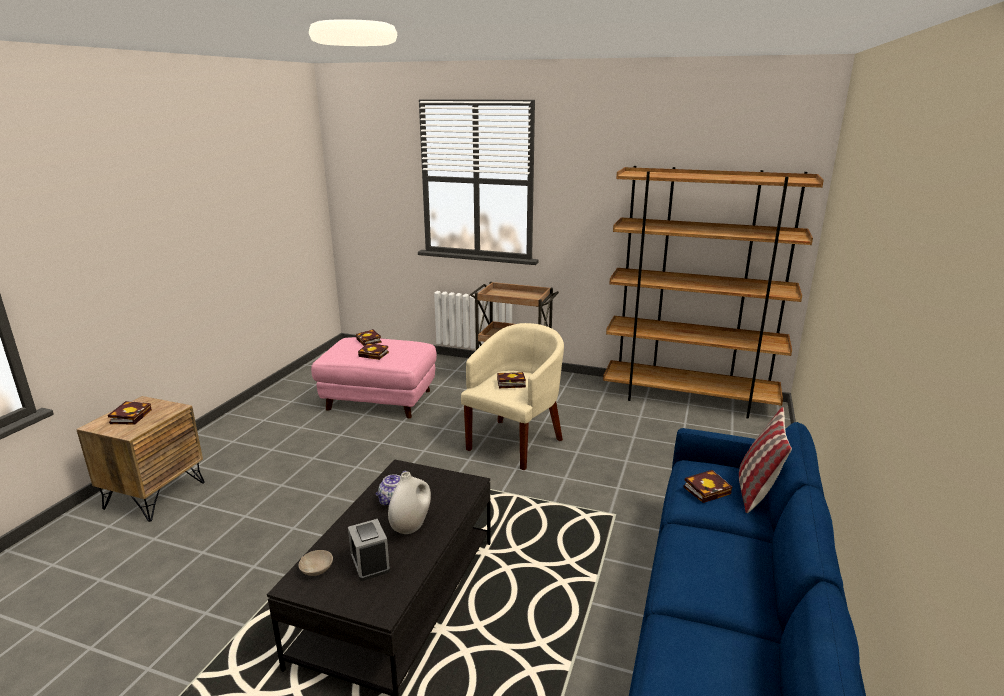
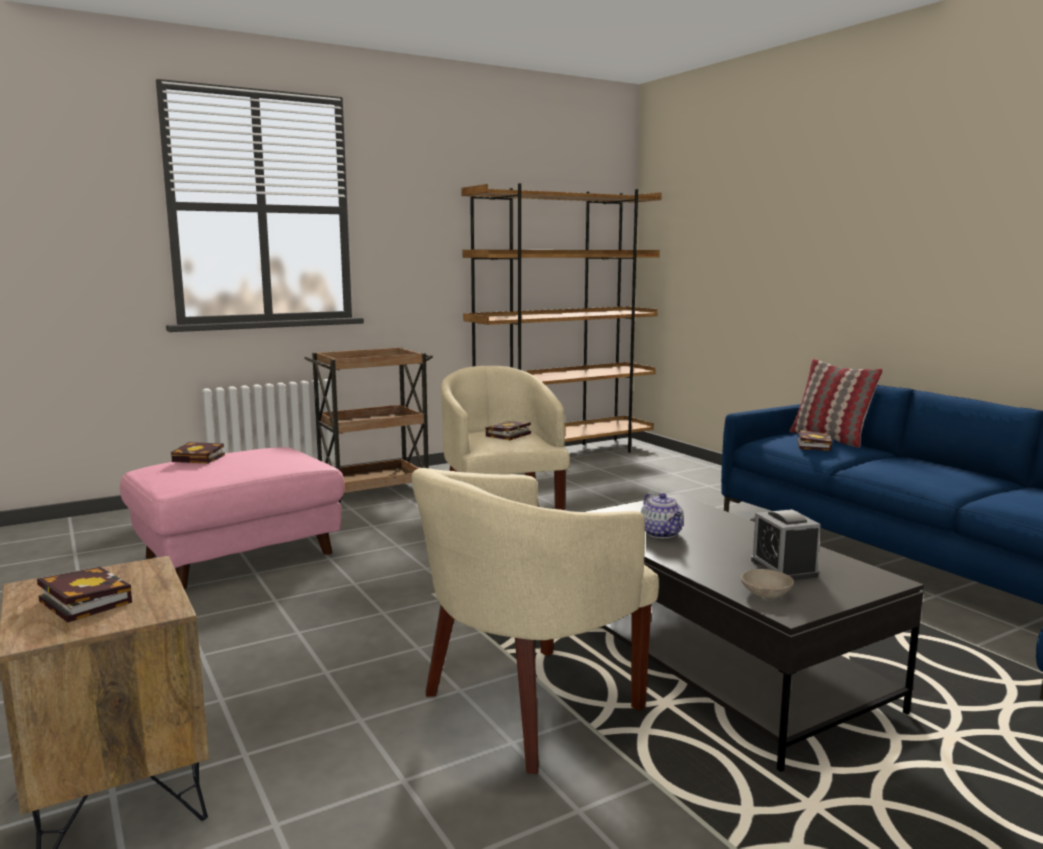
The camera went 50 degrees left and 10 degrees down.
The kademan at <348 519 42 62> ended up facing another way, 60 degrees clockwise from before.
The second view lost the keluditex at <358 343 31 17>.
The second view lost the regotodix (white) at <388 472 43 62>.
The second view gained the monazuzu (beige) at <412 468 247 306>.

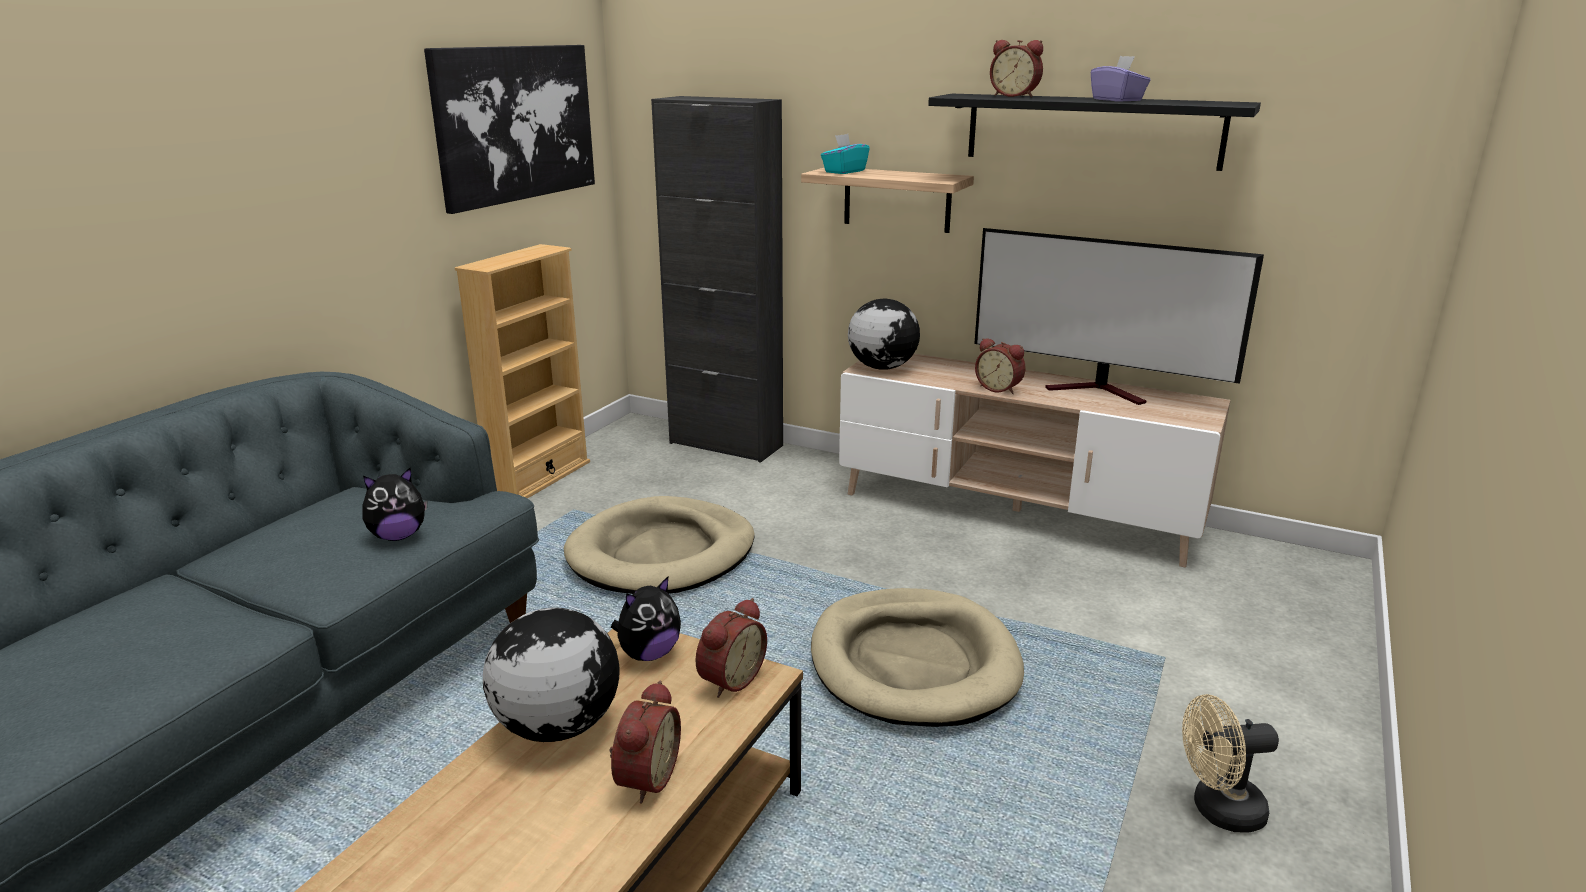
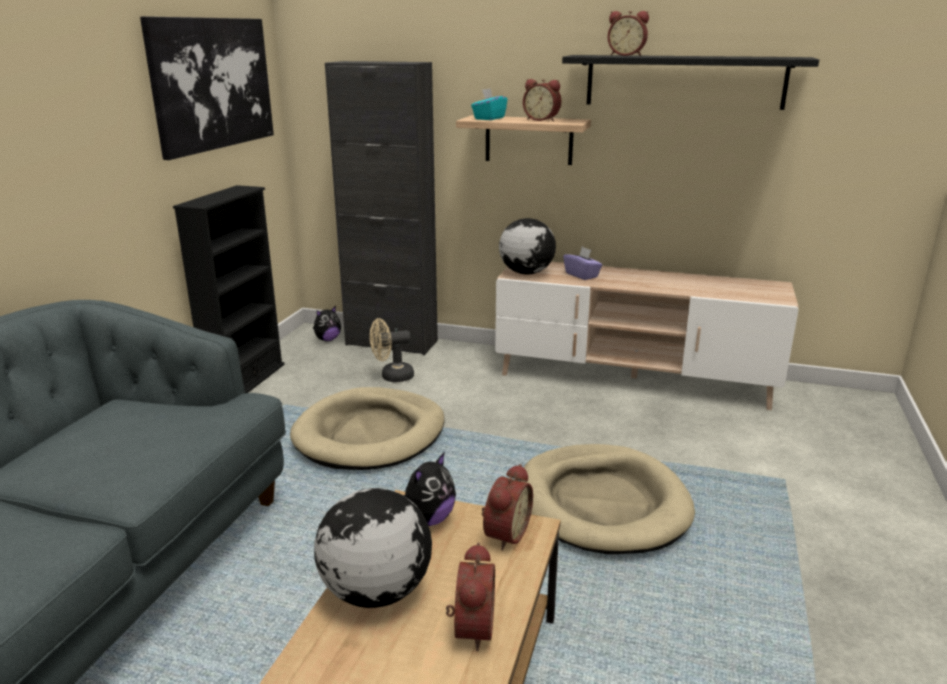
The camera went 10 degrees left and 0 degrees up.
The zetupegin ended up elsewhere, having gone from <362 468 66 73> to <313 306 28 35>.
What was the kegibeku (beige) at <455 244 135 254> turned into the kegibeku (black) at <173 185 112 208>.
The second view lost the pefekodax at <974 228 290 177>.
The kademan ended up elsewhere, having gone from <975 338 51 56> to <523 79 38 42>.
The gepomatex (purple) ended up elsewhere, having gone from <1091 56 60 46> to <563 247 39 33>.
The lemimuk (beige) ended up elsewhere, having gone from <1182 694 97 139> to <370 318 44 64>.

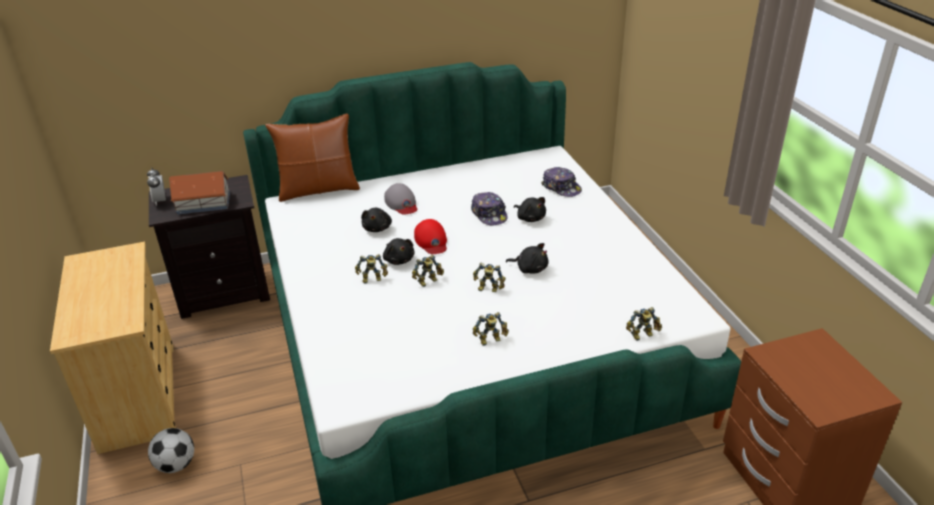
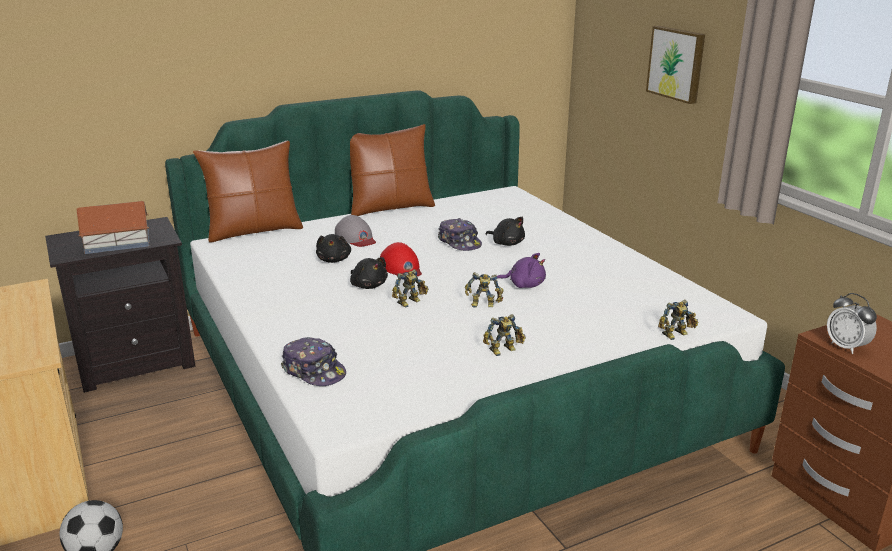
The camera went 10 degrees left and 10 degrees down.
The kademan ended up elsewhere, having gone from <147 167 19 39> to <827 293 50 61>.
The second view lost the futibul at <355 254 33 30>.
What was the zetupegin (black) at <506 243 43 31> turned into the zetupegin (purple) at <497 253 49 35>.
The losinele ended up elsewhere, having gone from <541 167 41 30> to <281 337 65 49>.
The second view gained the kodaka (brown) at <350 124 85 92>.
The second view gained the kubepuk at <646 26 59 78>.

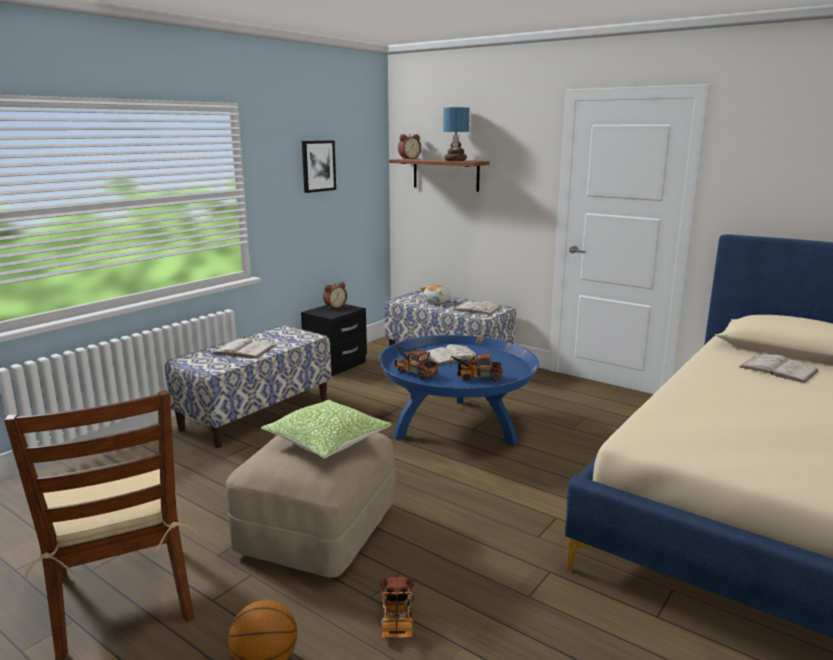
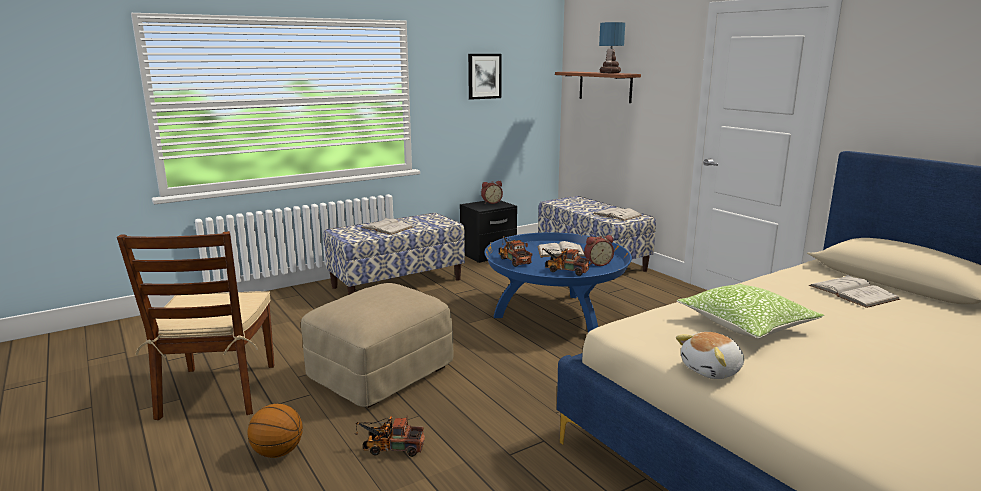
The camera went 20 degrees right and 0 degrees up.
The kodaka ended up elsewhere, having gone from <261 400 131 59> to <677 284 147 55>.
The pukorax at <380 577 34 61> ended up facing another way, 75 degrees clockwise from before.
The kademan ended up elsewhere, having gone from <398 134 23 25> to <584 235 30 31>.
The zetupegin ended up elsewhere, having gone from <420 284 30 20> to <676 332 68 47>.

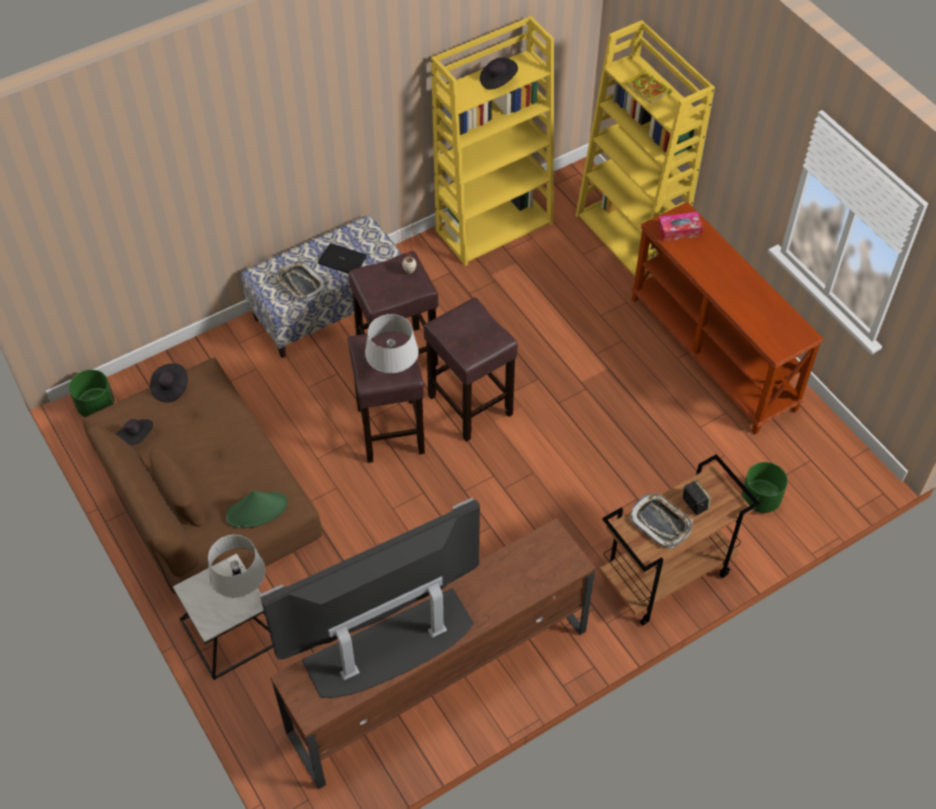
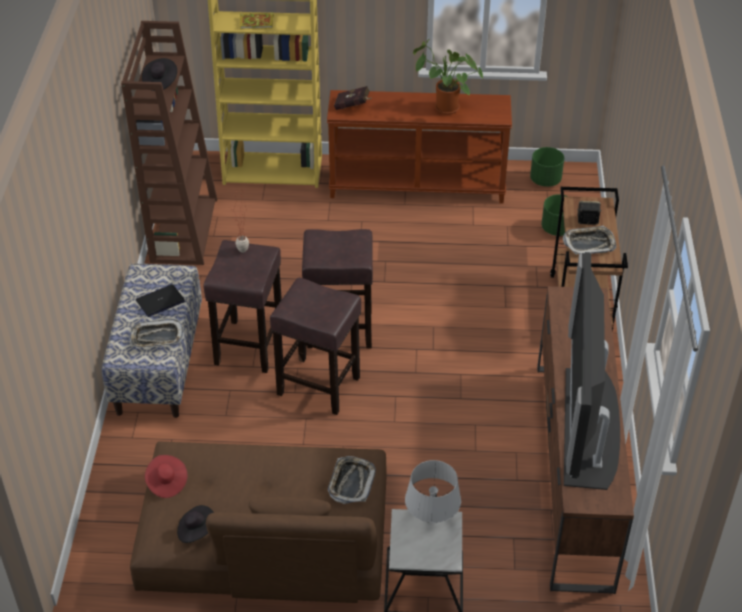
The camera went 55 degrees left and 10 degrees down.
The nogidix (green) ended up elsewhere, having gone from <69 370 45 47> to <530 147 34 40>.
What was the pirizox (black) at <150 363 38 40> turned into the pirizox (red) at <145 455 42 43>.
Where the pirizox (green) stood at <226 491 62 37>, the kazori came to stand at <328 456 48 48>.
The second view lost the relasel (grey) at <365 314 53 59>.
What was the kegibeku (yellow) at <431 16 123 250> turned into the kegibeku (brown) at <121 21 96 244>.
Where the gepomatex stood at <657 212 46 30>, the keluditex (red) came to stand at <334 86 37 24>.
The second view gained the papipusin at <413 39 70 76>.

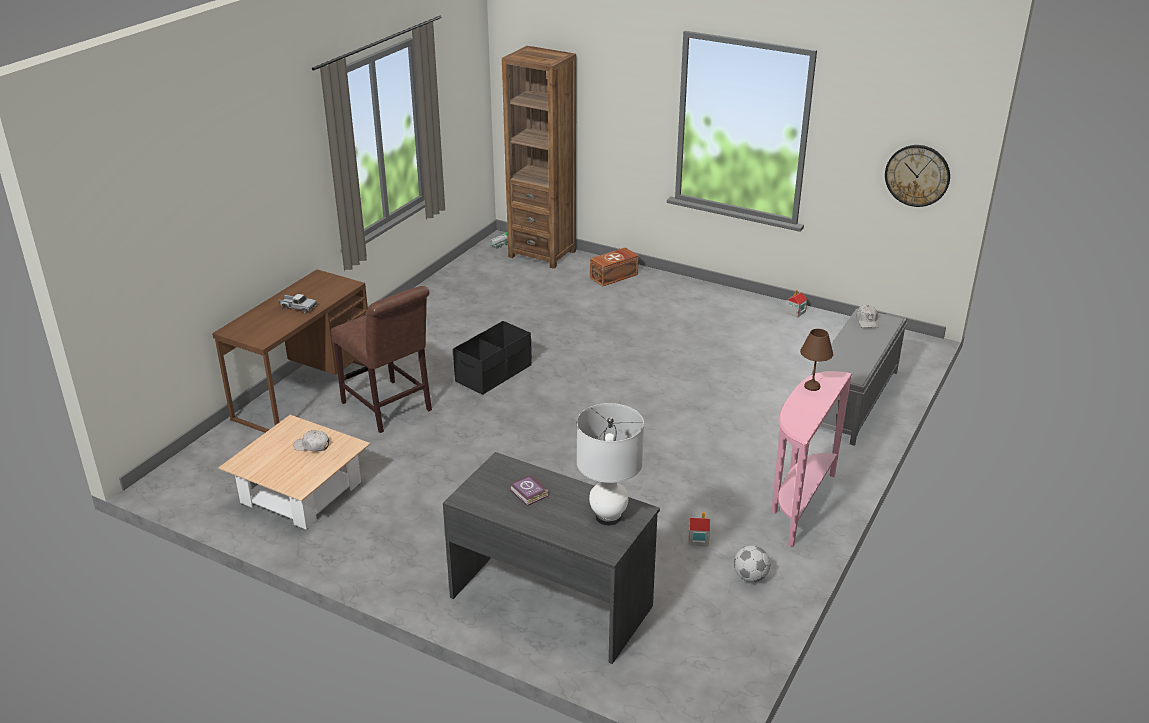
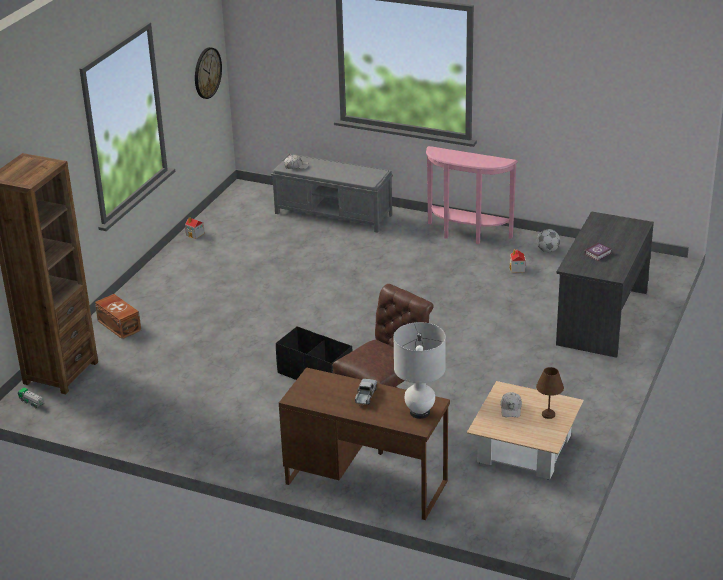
The camera went 95 degrees left and 0 degrees up.
The relasel (white) ended up elsewhere, having gone from <577 403 67 122> to <393 322 53 97>.
The relasel (brown) ended up elsewhere, having gone from <800 329 33 62> to <536 367 28 52>.

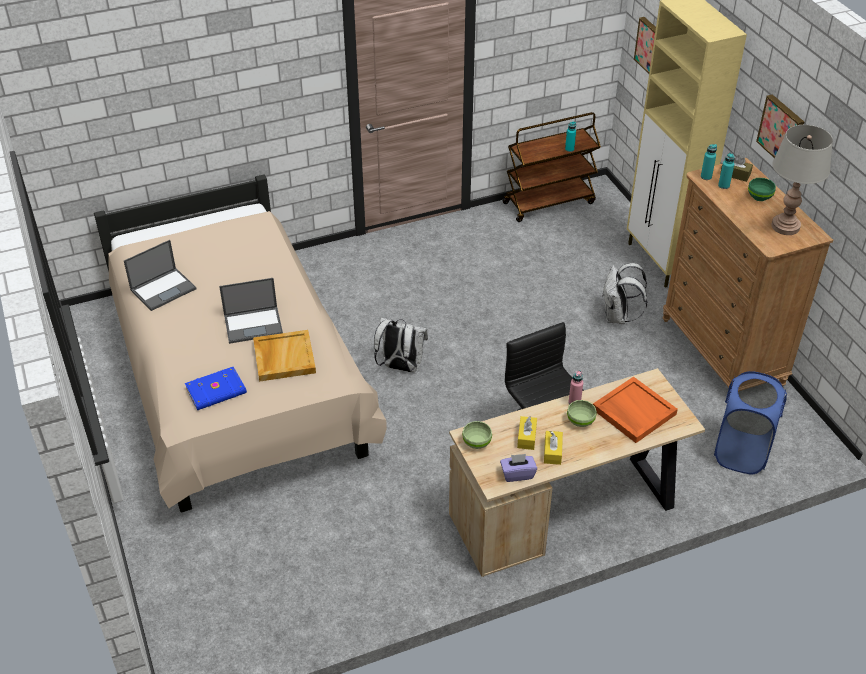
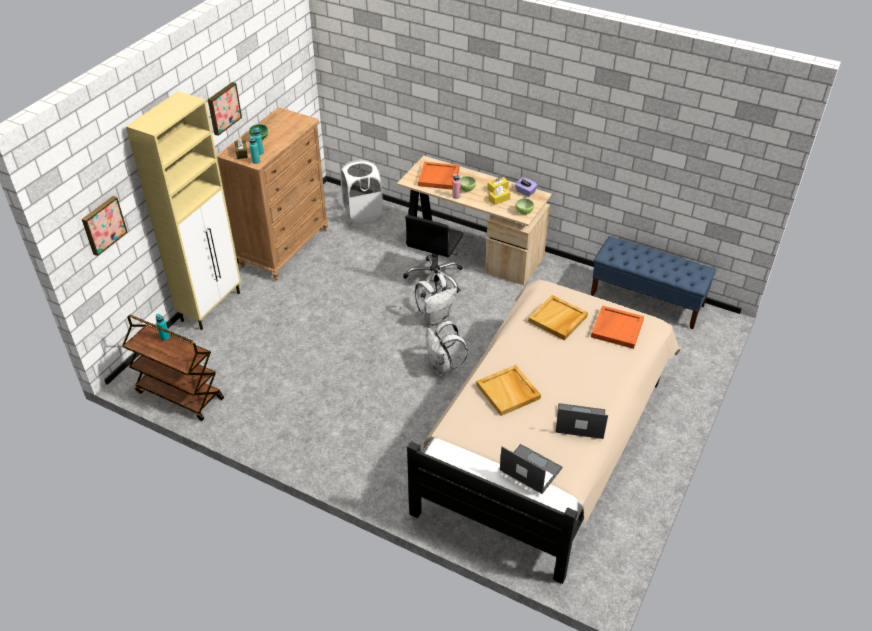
The camera went 130 degrees left and 0 degrees up.
Where the keluditex (blue) stood at <185 367 62 43>, the kazori (orange) came to stand at <591 305 53 44>.
The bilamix ended up elsewhere, having gone from <219 278 64 66> to <500 444 63 50>.
The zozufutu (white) ended up elsewhere, having gone from <603 263 44 61> to <415 273 42 53>.
What was the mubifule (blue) at <714 371 73 103> turned into the mubifule (white) at <340 160 43 64>.
The second view lost the relasel (grey) at <772 125 61 110>.
The second view gained the kazori (beige) at <477 365 64 51>.
The second view gained the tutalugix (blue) at <591 236 125 93>.

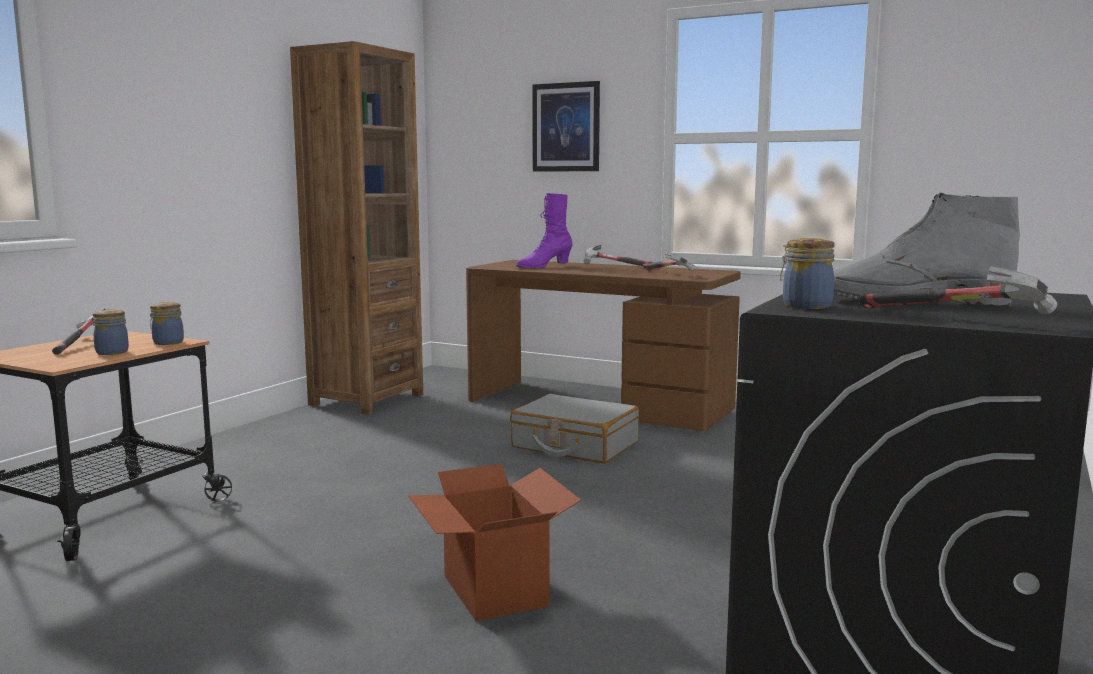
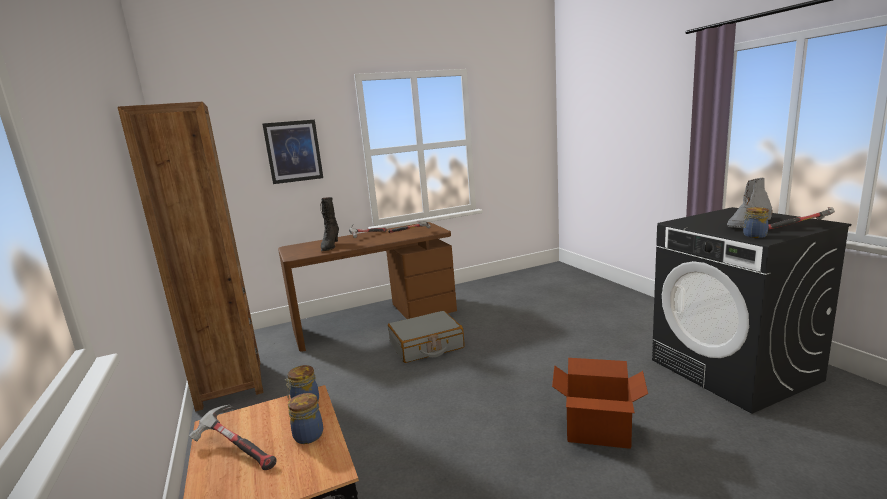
The camera went 50 degrees left and 5 degrees up.
What was the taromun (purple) at <516 193 57 75> turned into the taromun (black) at <320 197 19 54>.

